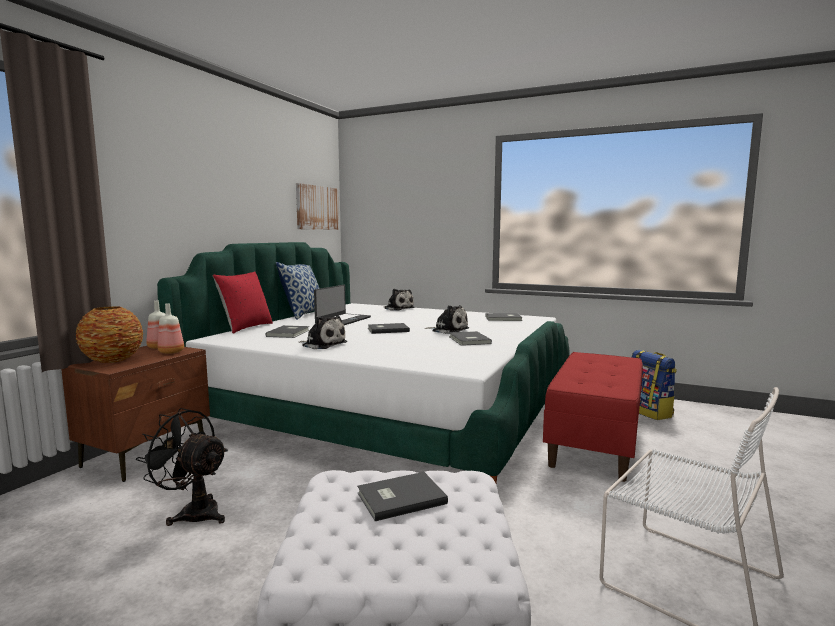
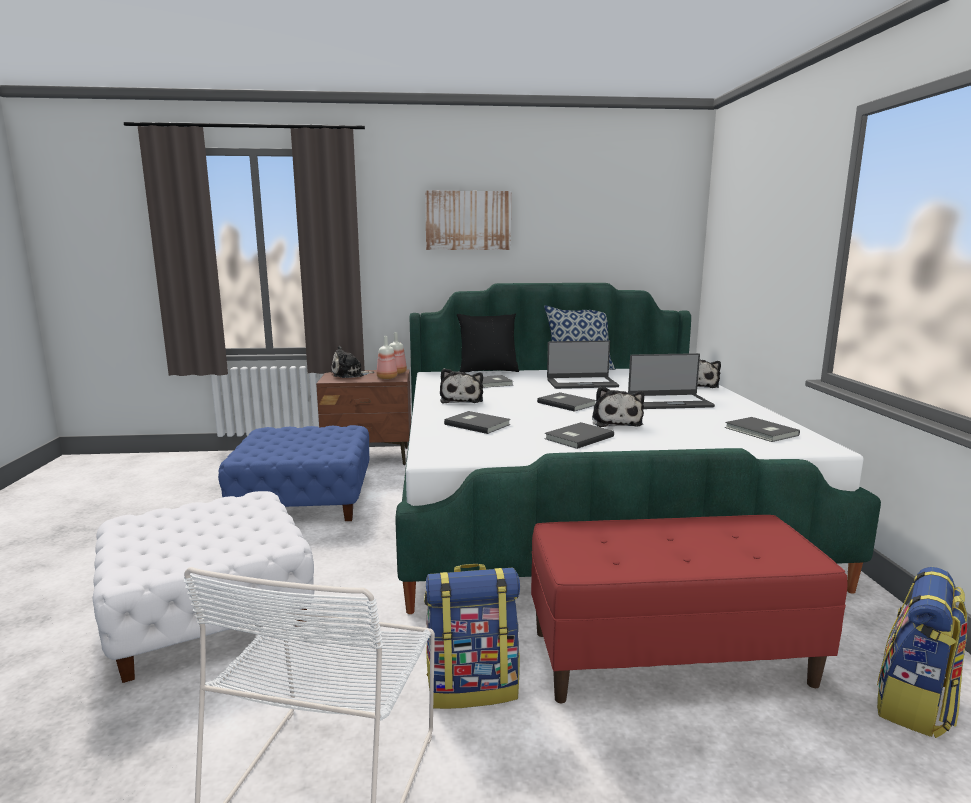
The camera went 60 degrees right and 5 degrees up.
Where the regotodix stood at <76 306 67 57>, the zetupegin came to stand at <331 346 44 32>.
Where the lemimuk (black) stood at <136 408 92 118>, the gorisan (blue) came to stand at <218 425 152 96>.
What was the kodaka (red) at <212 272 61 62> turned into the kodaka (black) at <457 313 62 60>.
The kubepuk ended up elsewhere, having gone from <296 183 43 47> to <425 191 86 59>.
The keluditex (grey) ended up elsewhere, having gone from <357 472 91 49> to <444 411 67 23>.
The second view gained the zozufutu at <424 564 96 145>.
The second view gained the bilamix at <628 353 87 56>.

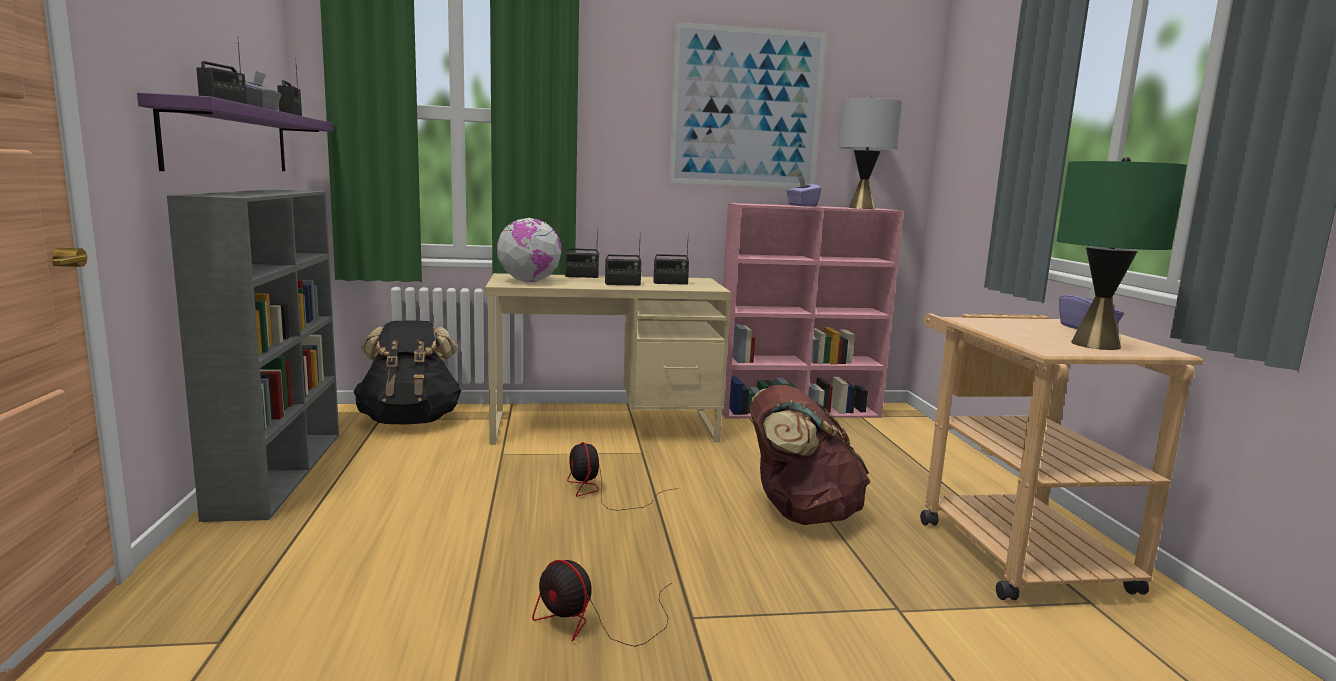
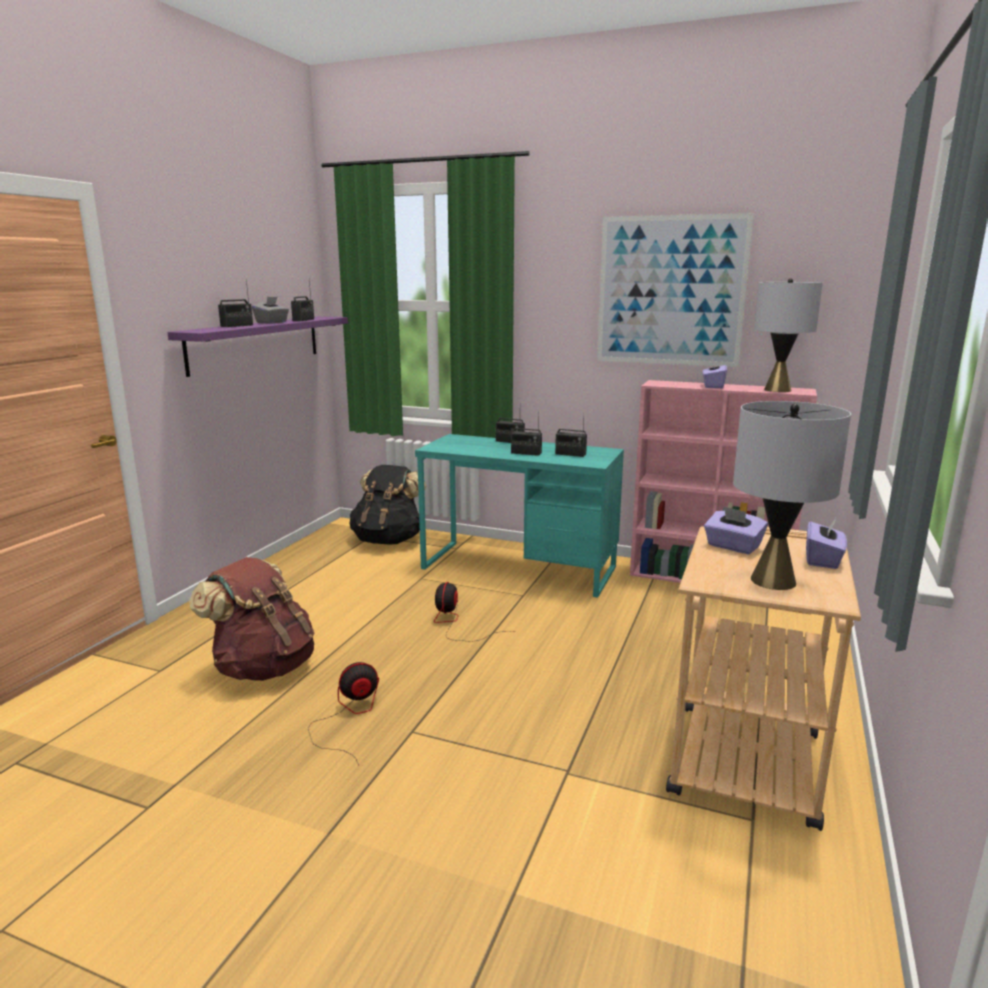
The camera went 30 degrees right and 5 degrees up.
The second view lost the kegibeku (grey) at <167 189 172 333>.
What was the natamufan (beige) at <485 273 246 172> turned into the natamufan (turquoise) at <415 434 209 164>.
The second view lost the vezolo at <497 218 65 64>.
The lemimuk at <532 560 139 87> ended up facing another way, 90 degrees clockwise from before.
The zozufutu (brown) ended up elsewhere, having gone from <749 385 121 140> to <189 557 125 124>.
What was the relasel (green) at <1057 157 130 193> turned into the relasel (grey) at <733 401 118 189>.
The second view gained the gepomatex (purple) at <704 506 64 48>.

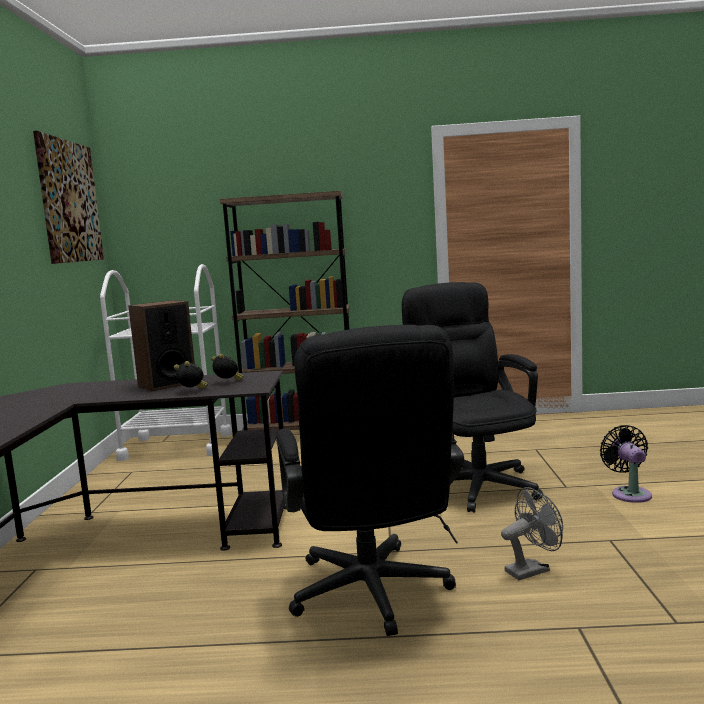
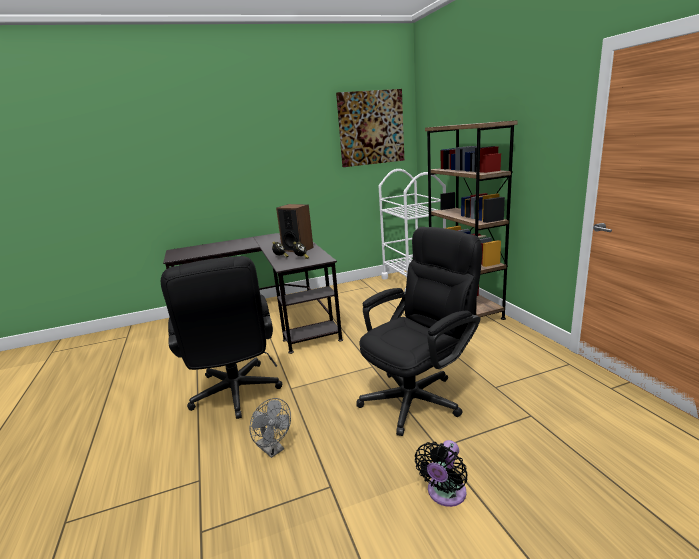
The camera went 70 degrees right and 10 degrees up.
The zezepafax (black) at <276 325 188 311> ended up facing another way, 75 degrees counterclockwise from before.
The lemimuk (black) at <600 425 52 78> ended up facing another way, 150 degrees clockwise from before.

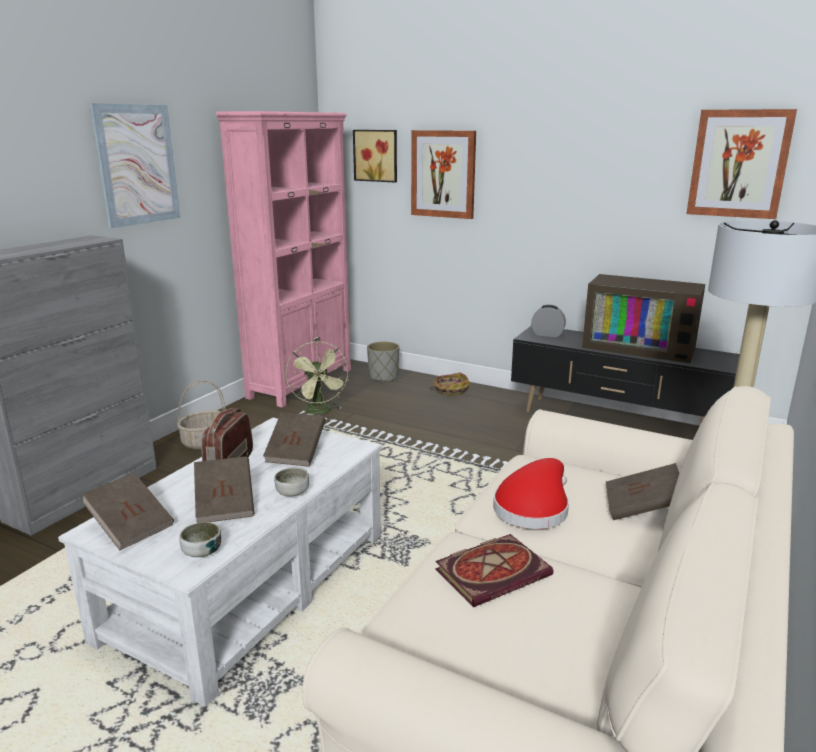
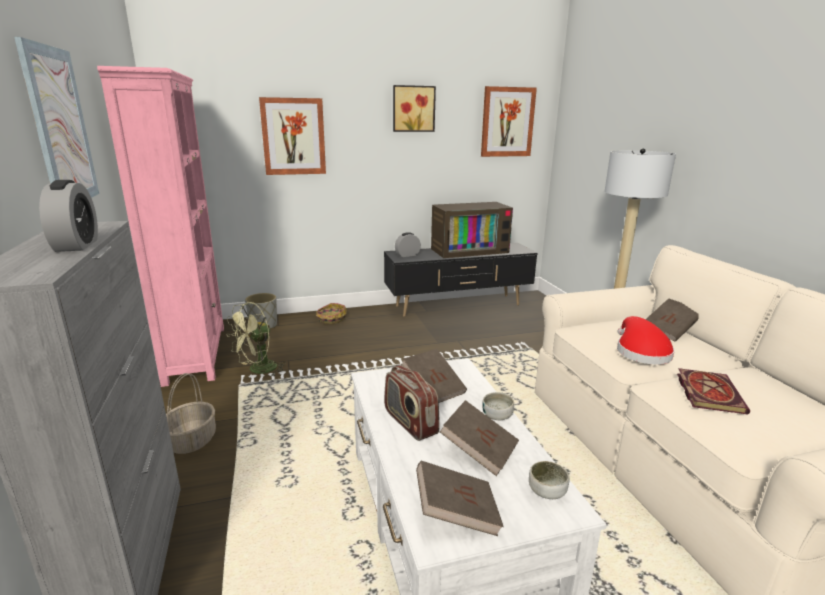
The camera went 45 degrees left and 0 degrees up.
The lemimuk (green) at <286 341 63 74> ended up facing another way, 105 degrees clockwise from before.
The kubepuk ended up elsewhere, having gone from <353 130 44 53> to <393 85 43 47>.
The second view gained the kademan at <39 180 59 72>.

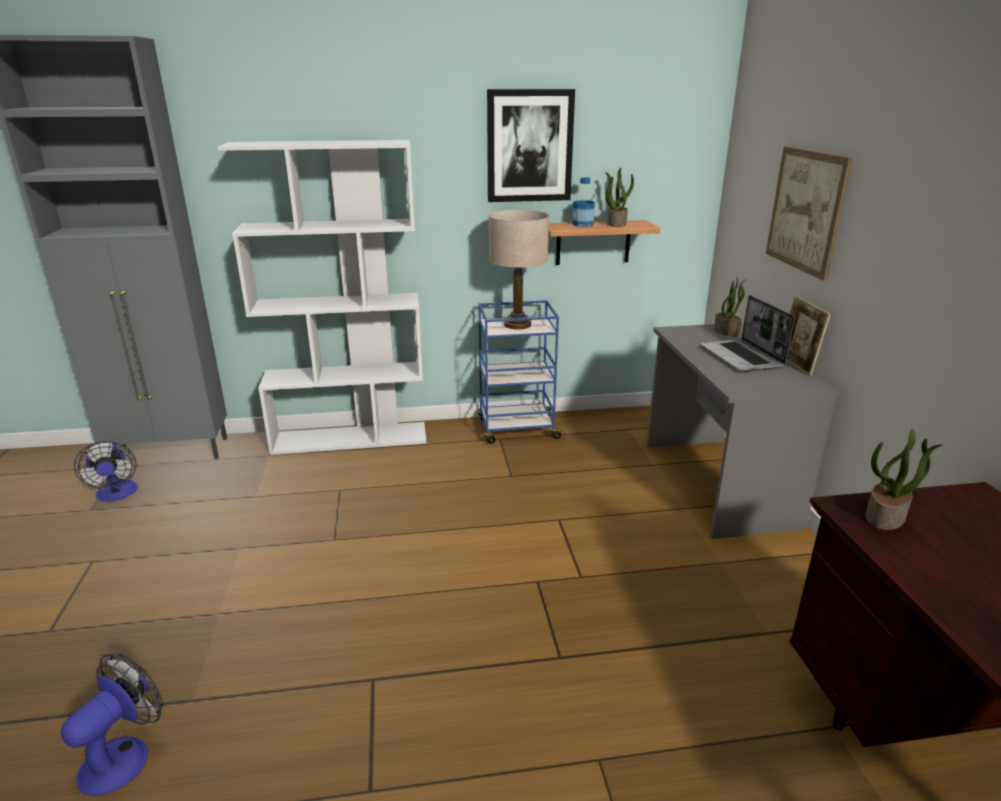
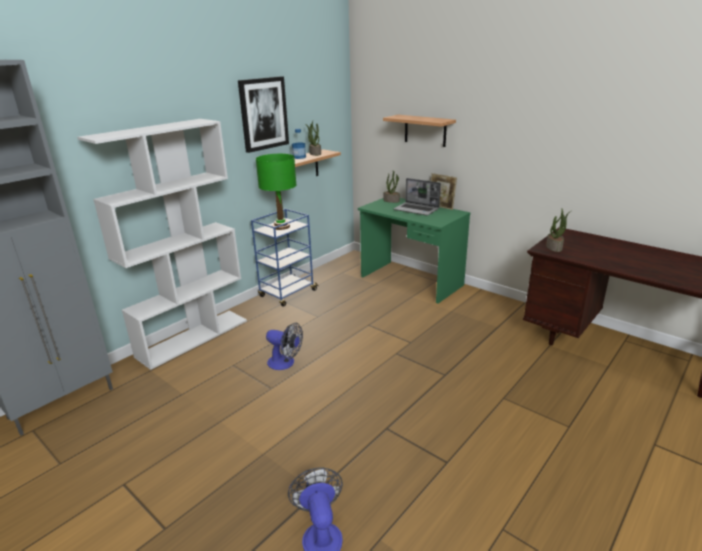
The camera went 40 degrees left and 0 degrees up.
The lemimuk ended up elsewhere, having gone from <74 441 64 61> to <266 323 37 47>.
What was the relasel (beige) at <489 210 60 120> turned into the relasel (green) at <256 154 40 76>.
What was the natamufan (grey) at <647 323 191 216> turned into the natamufan (green) at <358 198 112 105>.
Where the kubepuk hung at <766 147 87 134>, the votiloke came to hang at <383 115 73 32>.

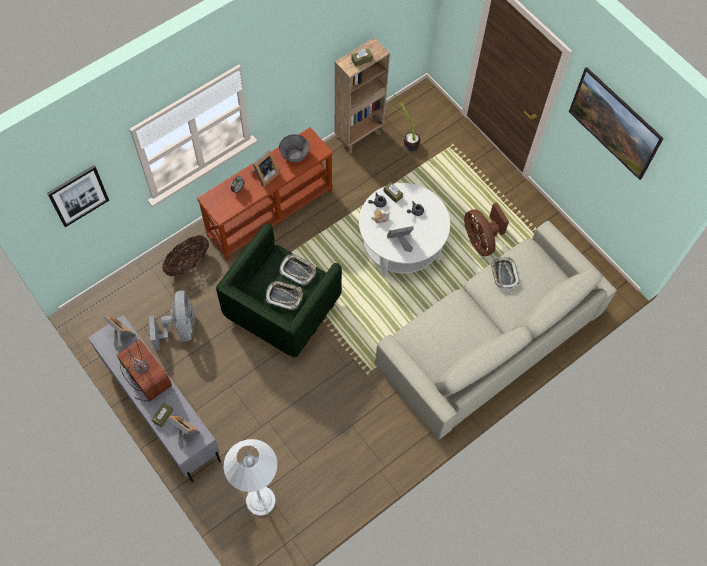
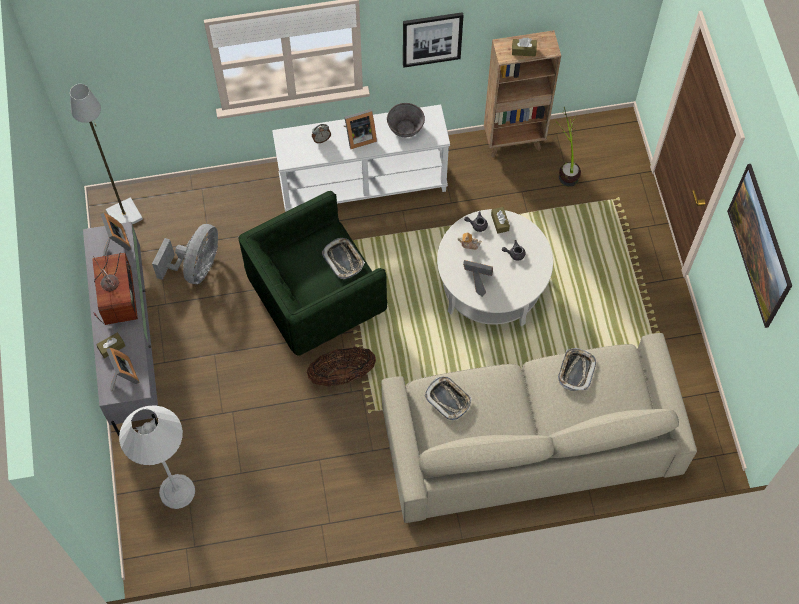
The camera went 30 degrees right and 0 degrees up.
The kubepuk ended up elsewhere, having gone from <47 165 62 62> to <403 12 60 56>.
The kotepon ended up elsewhere, having gone from <162 235 47 41> to <307 347 69 40>.
What was the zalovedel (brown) at <197 127 136 133> turned into the zalovedel (white) at <272 105 178 107>.
The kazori ended up elsewhere, having gone from <266 281 37 29> to <424 376 48 44>.
The second view lost the lemimuk (brown) at <464 203 45 53>.
The second view gained the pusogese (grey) at <70 84 73 141>.

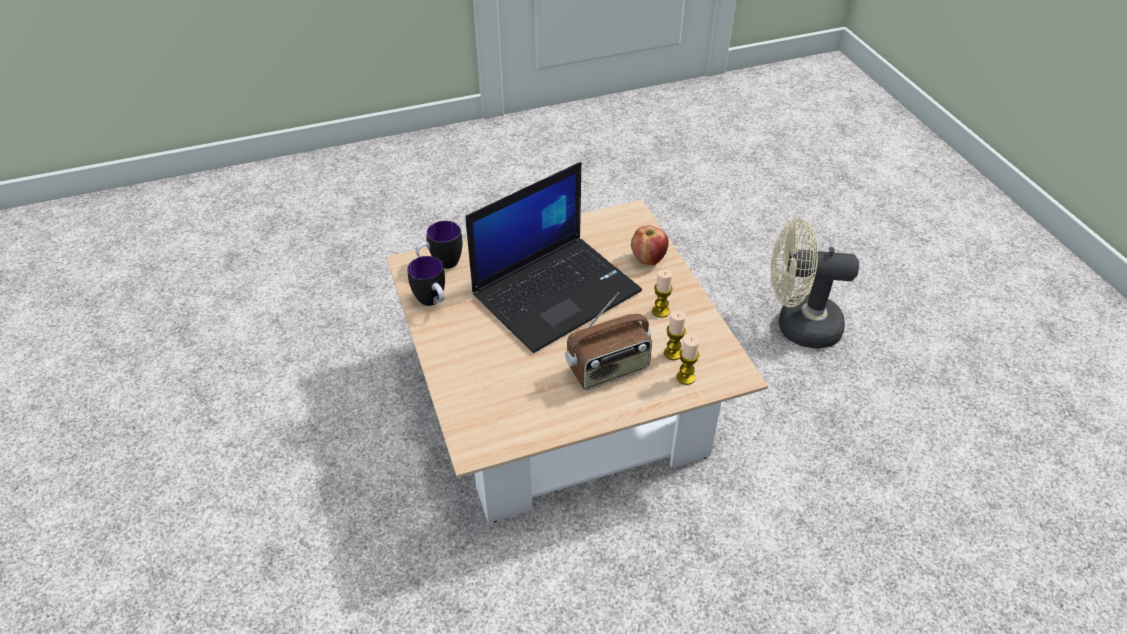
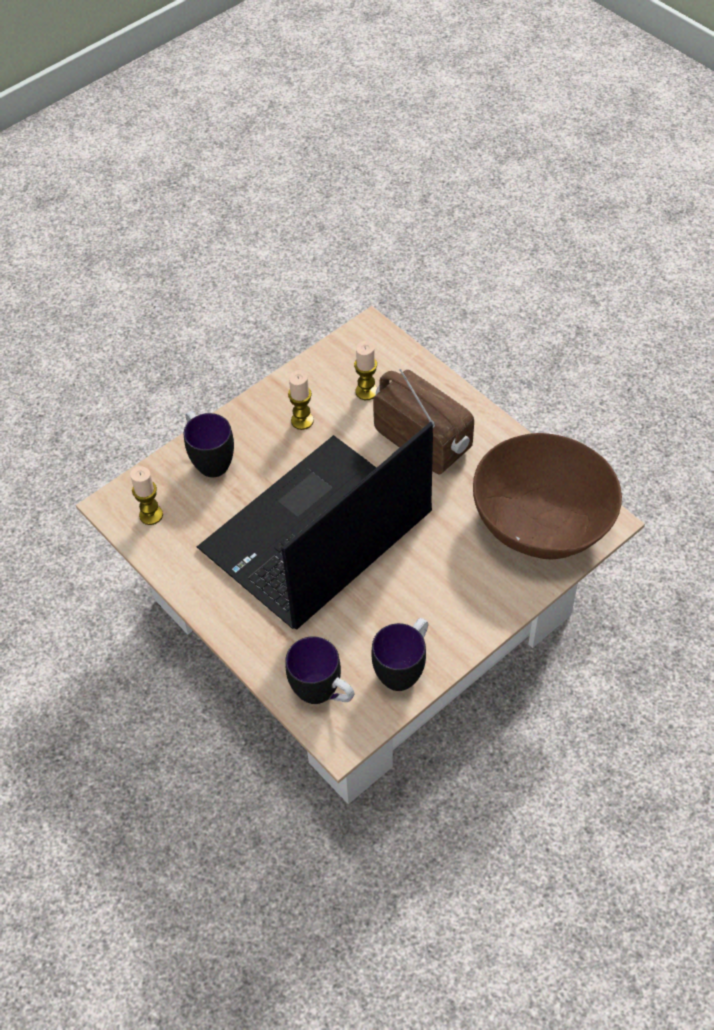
The camera went 110 degrees left and 10 degrees up.
The bilamix at <466 162 176 191> ended up facing another way, 75 degrees counterclockwise from before.
Where the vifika stood at <631 225 38 40>, the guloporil came to stand at <184 411 50 66>.
The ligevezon ended up elsewhere, having gone from <677 334 22 51> to <130 466 33 59>.
The second view lost the lemimuk (beige) at <771 218 88 130>.
The second view gained the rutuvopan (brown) at <473 433 149 126>.

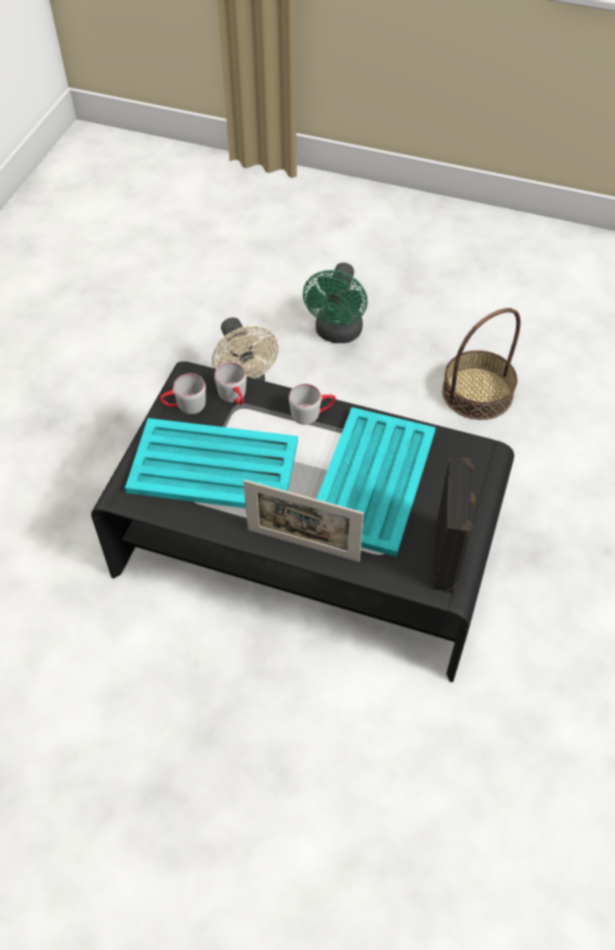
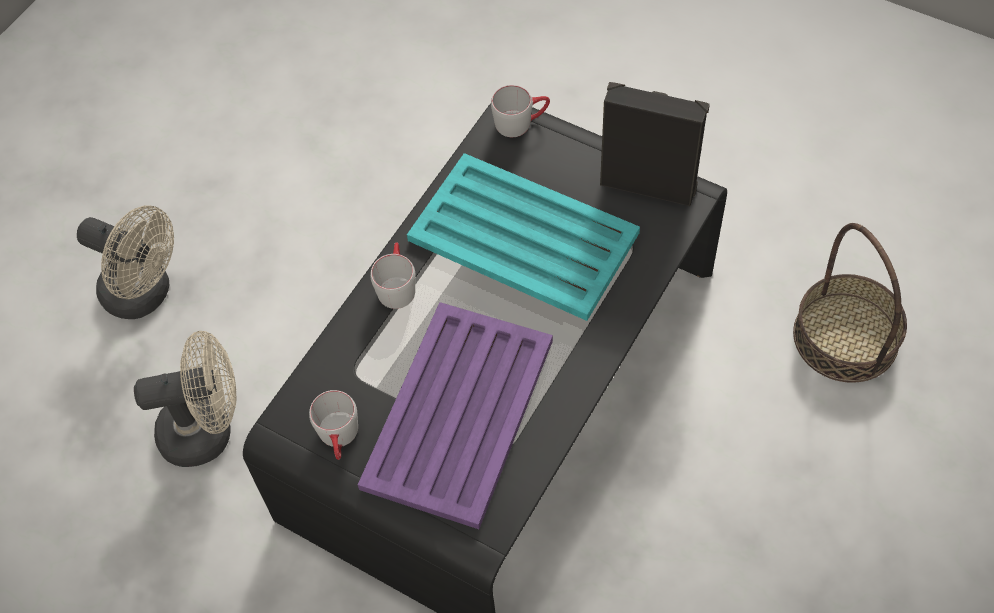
The camera went 75 degrees left and 5 degrees up.
What was the kazori (turquoise) at <125 418 173 90> turned into the kazori (purple) at <358 302 195 227>.
The guloporil (grey) ended up elsewhere, having gone from <214 362 33 43> to <491 85 59 52>.
The second view lost the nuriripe at <243 479 121 83>.
What was the lemimuk (green) at <303 263 64 80> turned into the lemimuk (beige) at <77 205 97 114>.
The kotepon ended up elsewhere, having gone from <442 308 78 112> to <793 223 114 160>.

